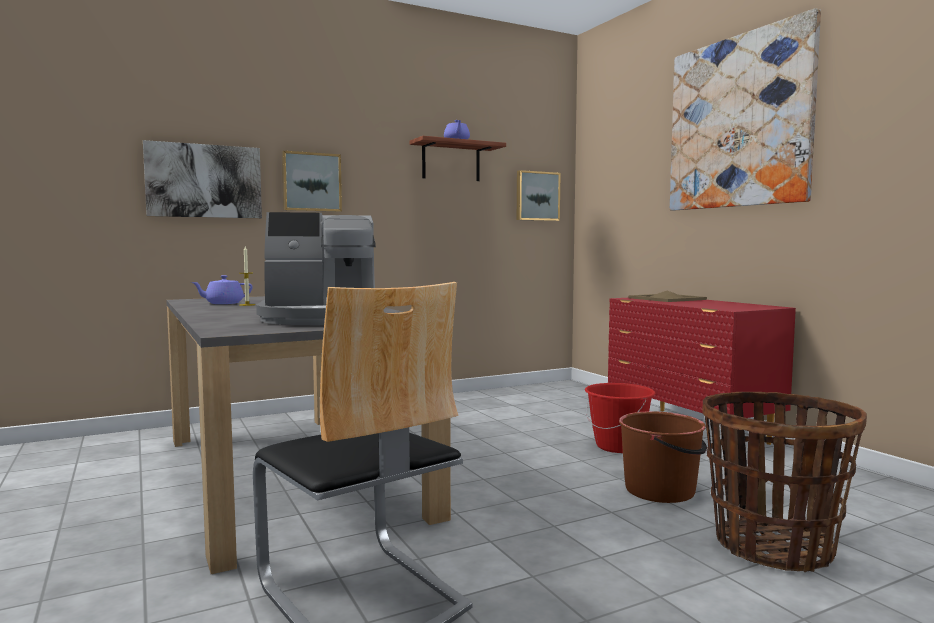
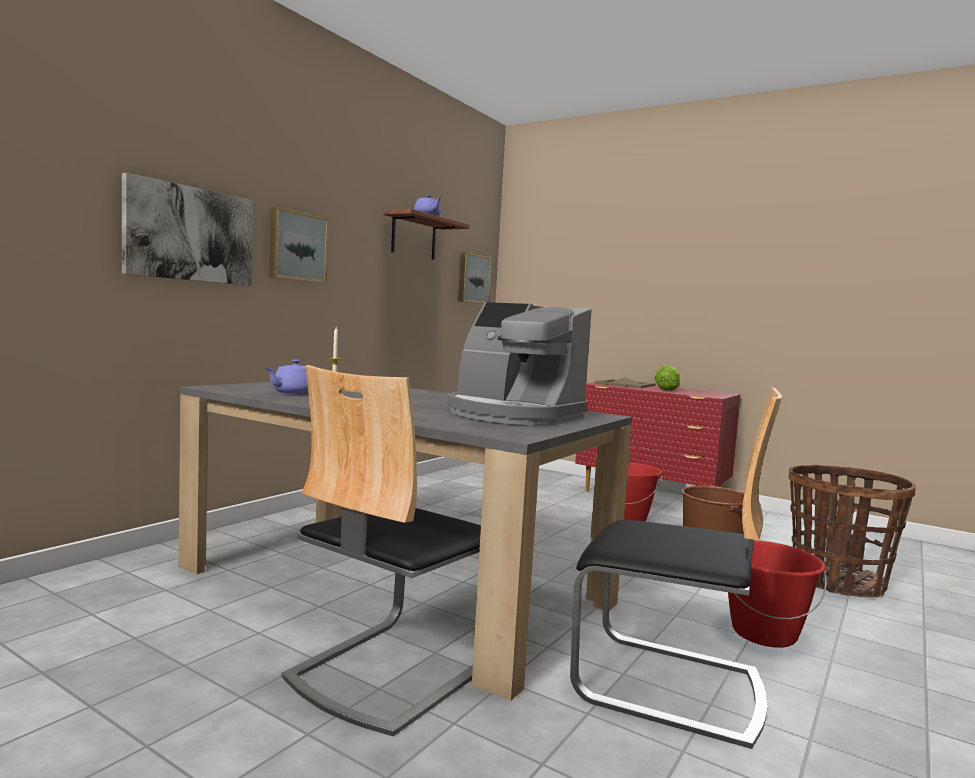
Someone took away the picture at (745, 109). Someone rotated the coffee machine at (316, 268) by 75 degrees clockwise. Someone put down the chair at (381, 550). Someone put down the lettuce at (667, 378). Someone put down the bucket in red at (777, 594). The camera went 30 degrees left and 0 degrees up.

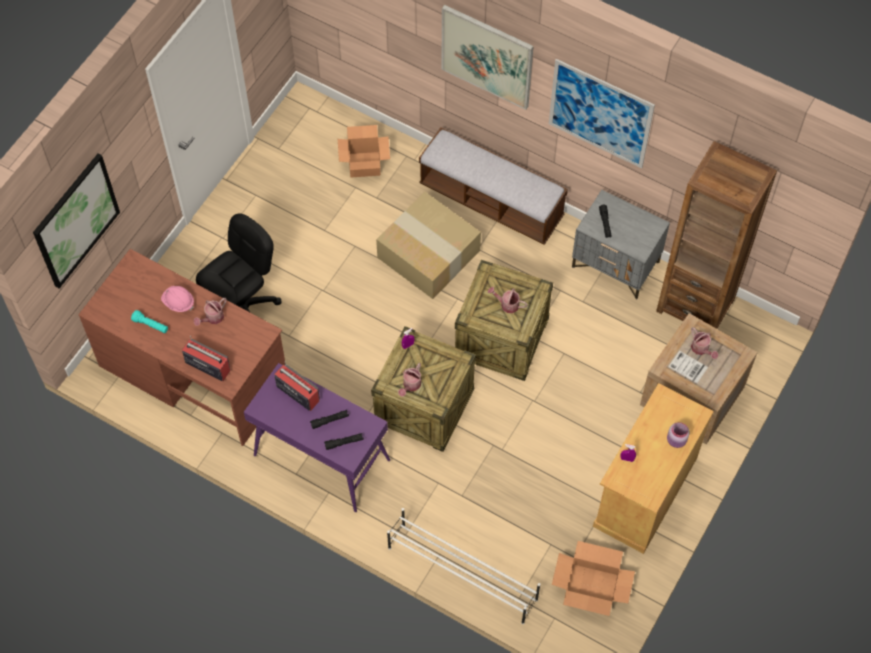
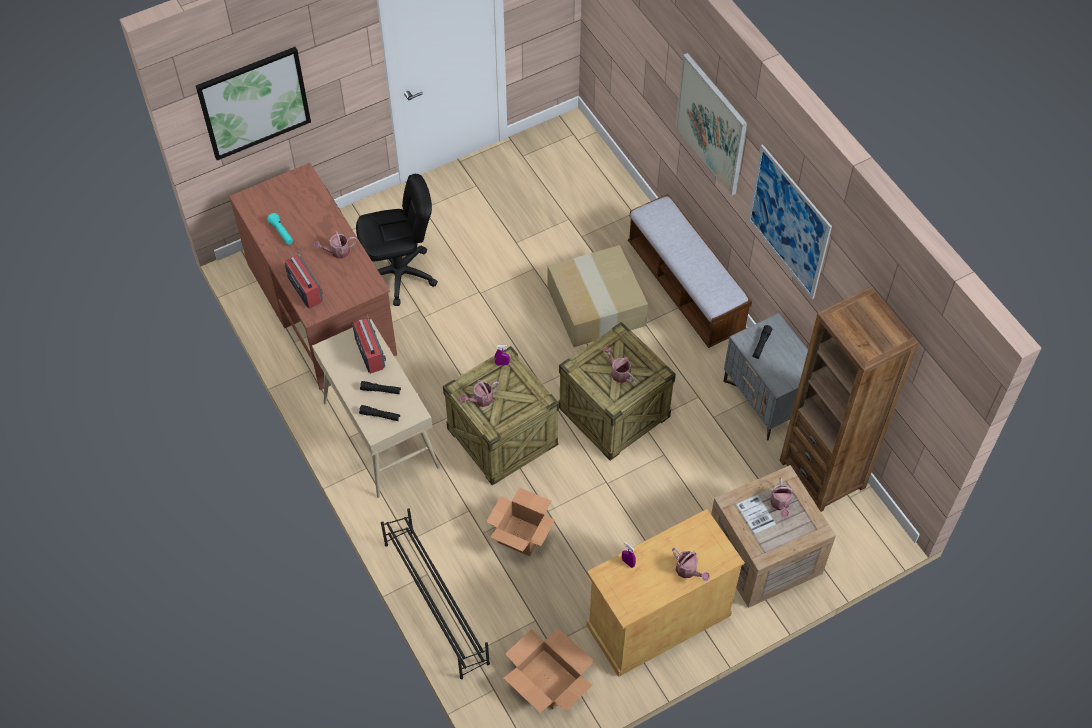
Someone carried the cardboard box from (364, 151) to (520, 521). Someone took away the hard hat in pink at (177, 299). Someone repainted the console table in purple at (317, 437), which became the console table in beige at (376, 408). Someone swapped the jar in pink at (678, 435) for the watering can at (691, 564). Someone repainted the shoe rack in white at (463, 566), which became the shoe rack in black at (435, 593). The camera went 30 degrees right and 5 degrees down.

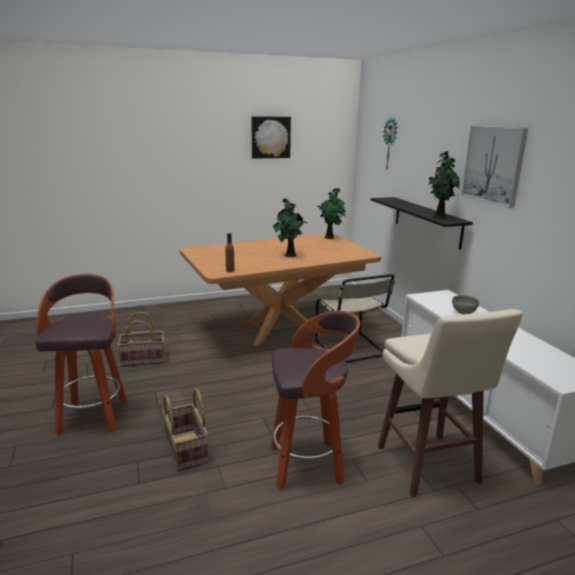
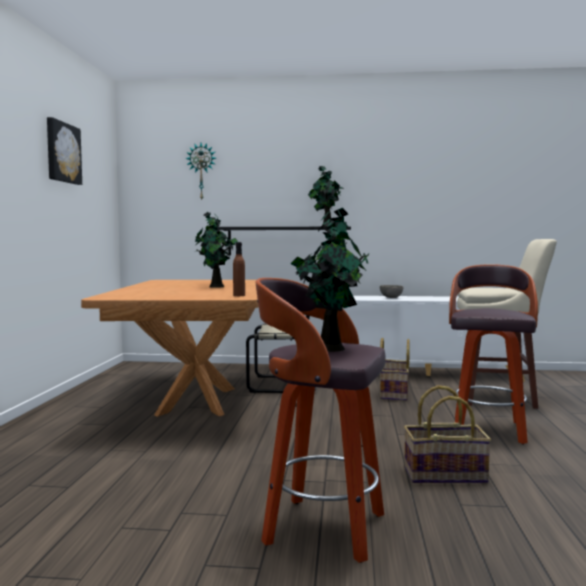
Someone took away the picture at (494, 167). Someone carried the potted plant from (331, 213) to (330, 280). Someone carried the basket from (141, 339) to (395, 369). The camera went 65 degrees left and 15 degrees down.

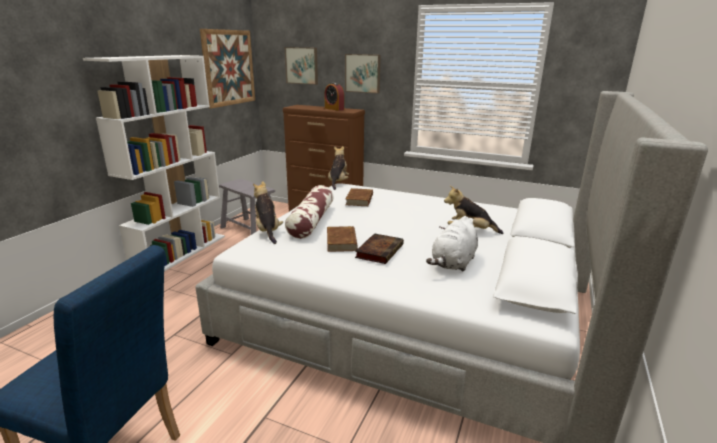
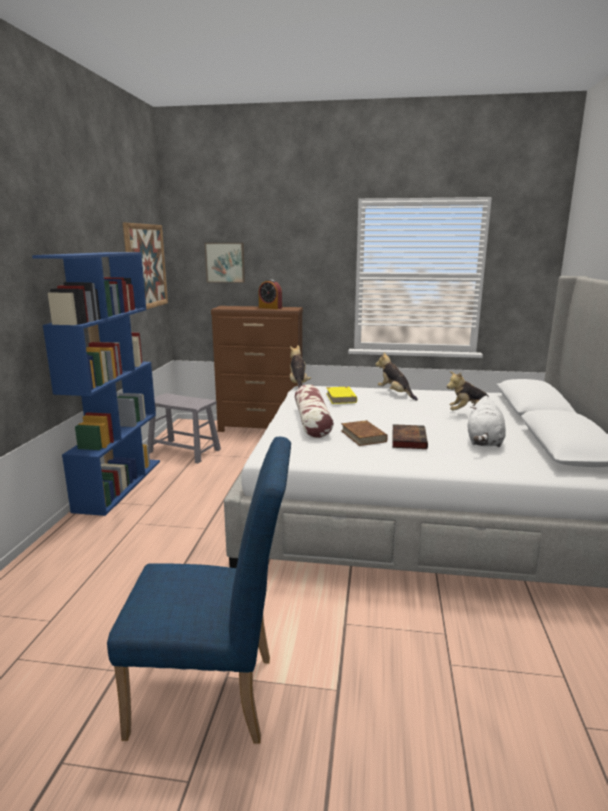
Someone took away the picture at (363, 74). Someone repainted the bookcase in white at (154, 163), which became the bookcase in blue at (96, 384). Someone carried the plush toy from (268, 212) to (396, 376). Someone repainted the book in brown at (359, 197), which became the book in yellow at (341, 395). The camera went 15 degrees left and 5 degrees down.

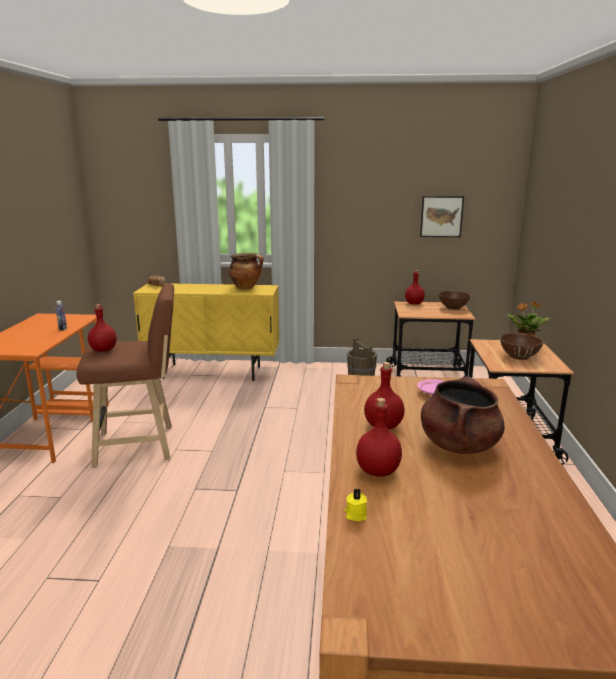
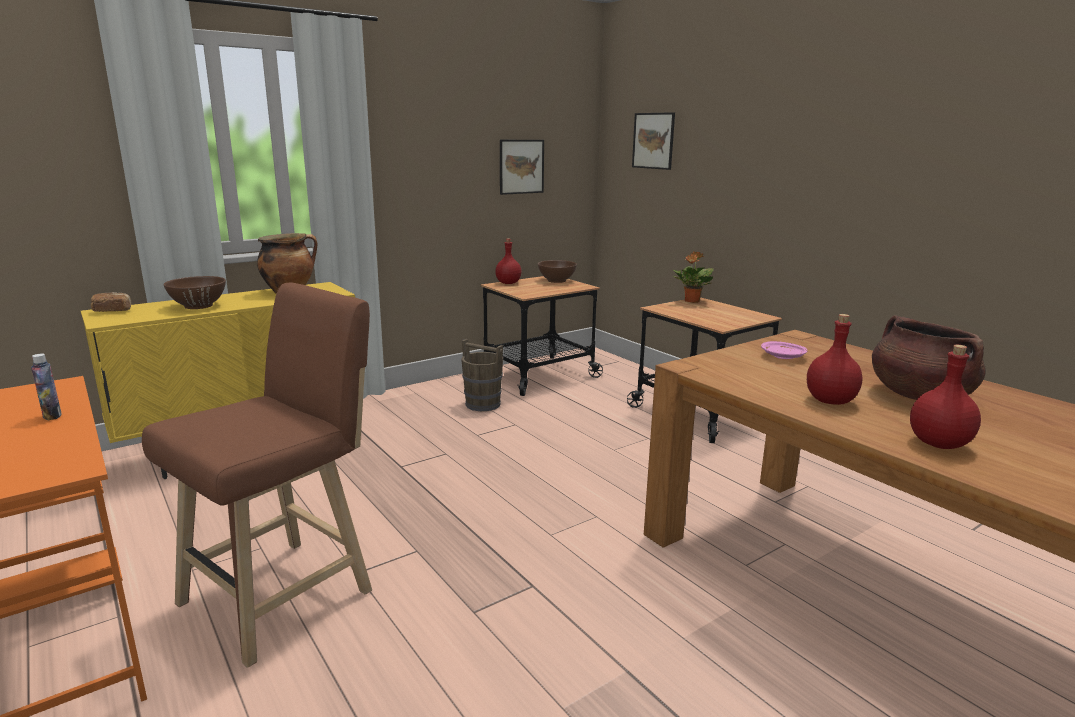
Someone took away the bottle in red at (102, 328). Someone carried the bowl in brown from (522, 346) to (195, 292). Someone took away the candle in yellow at (356, 505). Someone put up the picture at (653, 141). The camera went 40 degrees left and 0 degrees up.

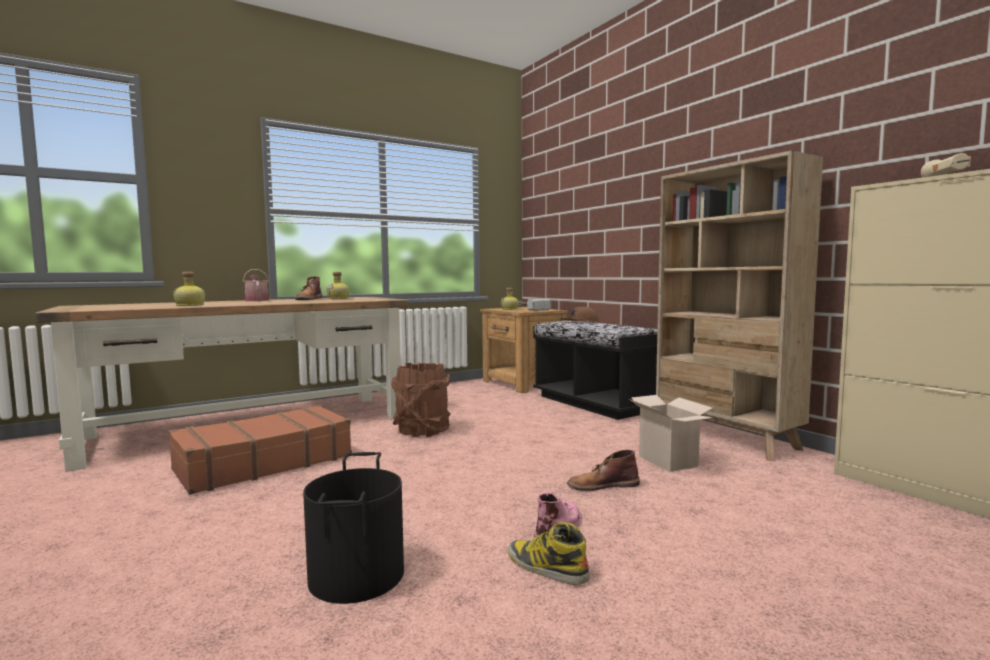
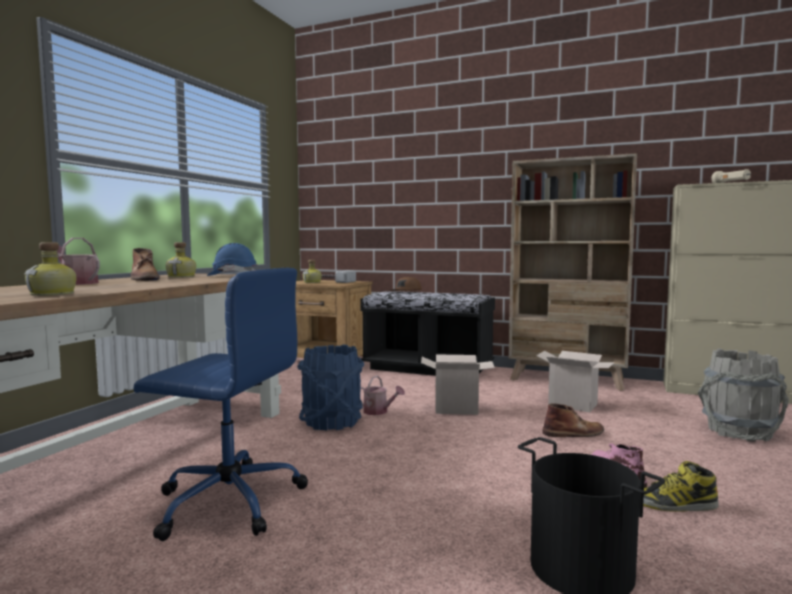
Someone repainted the bucket in brown at (421, 400), which became the bucket in blue at (330, 387). Someone swapped the suitcase in brown at (260, 450) for the office chair in blue at (220, 404). Someone rotated the boot in brown at (603, 470) by 150 degrees counterclockwise. Someone put down the hard hat in blue at (232, 259). Someone put down the bucket in grey at (743, 395). Someone put down the cardboard box at (458, 384). Someone put down the watering can at (382, 395). The camera went 35 degrees left and 0 degrees up.

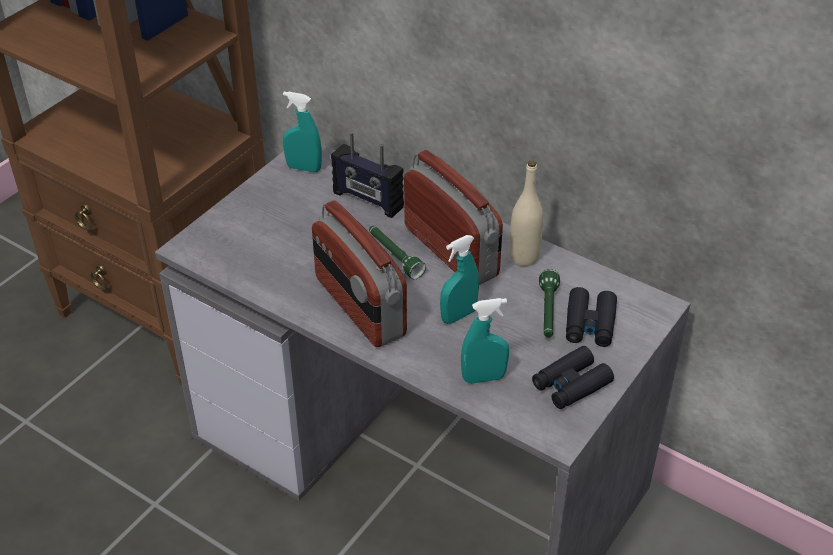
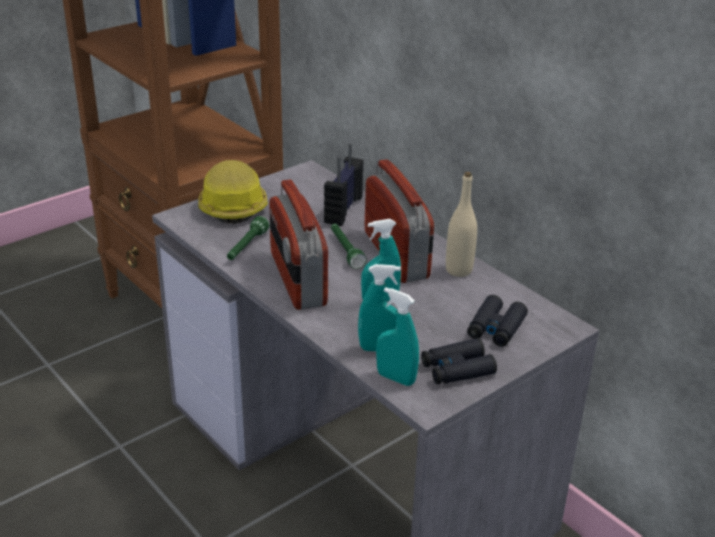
Someone carried the spray bottle in turquoise from (302, 132) to (397, 336). Someone rotated the radio at (367, 175) by 60 degrees clockwise. Someone carried the flashlight in green from (549, 303) to (248, 238). Someone put down the hard hat at (233, 192). The camera went 15 degrees right and 10 degrees down.

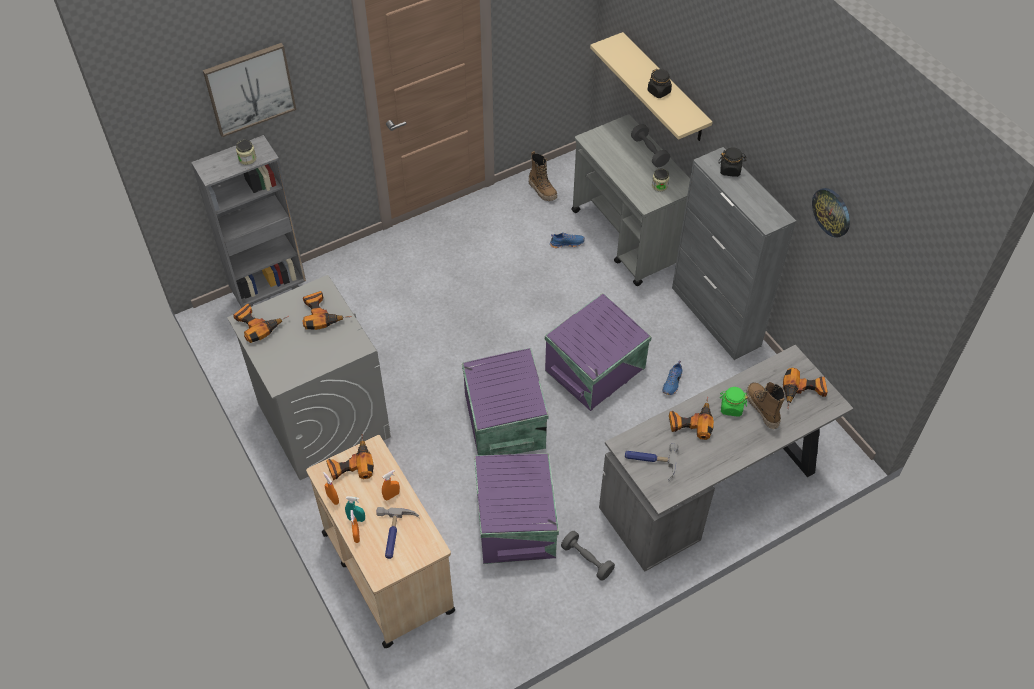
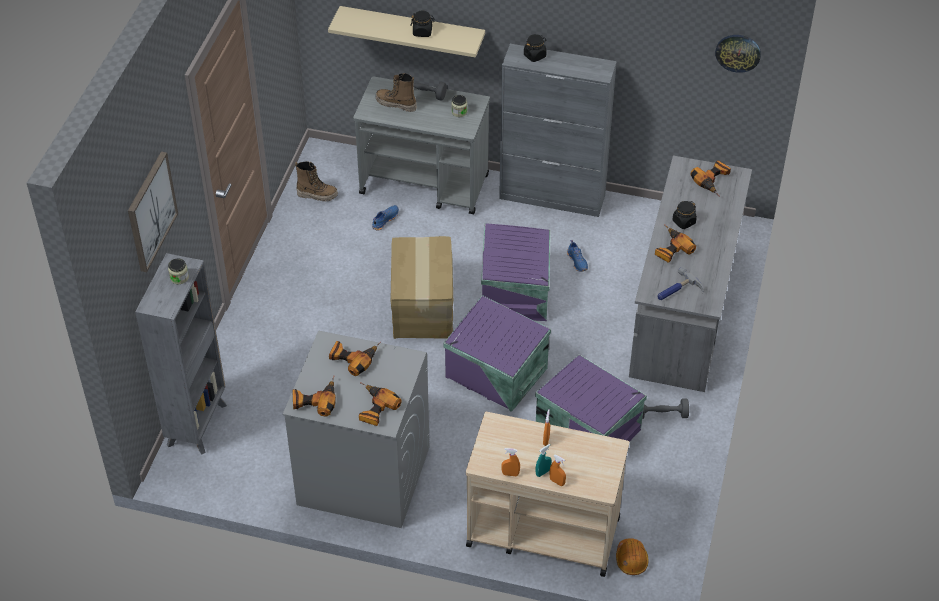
Someone carried the wall clock from (831, 213) to (738, 54). Someone carried the boot from (765, 405) to (396, 92). Someone repainted the jar in green at (734, 402), which became the jar in black at (684, 215). Someone carried the power drill from (350, 457) to (380, 404). Someone took away the hammer at (397, 533). Someone put down the cardboard box at (421, 287). Someone put down the hard hat in orange at (632, 556). The camera went 45 degrees left and 5 degrees down.

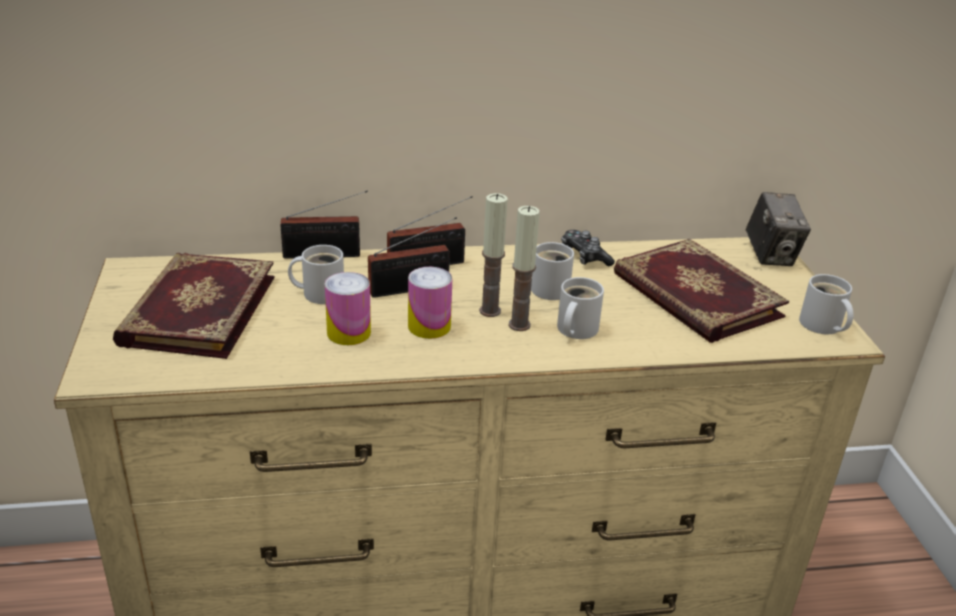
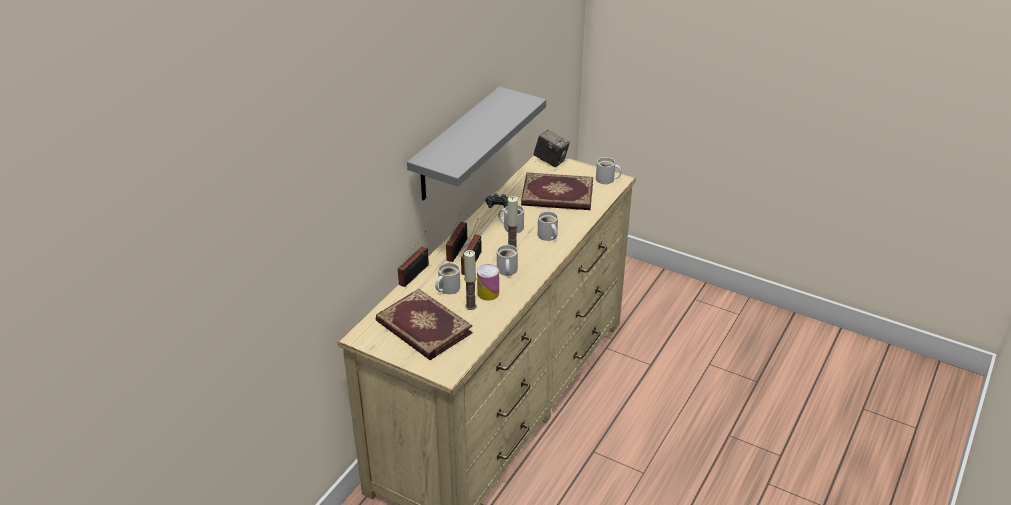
Someone carried the candle from (524, 268) to (470, 280). Someone swapped the can at (430, 303) for the mug in white at (507, 260). Someone put up the shelf in grey at (476, 144). The camera went 50 degrees left and 5 degrees up.

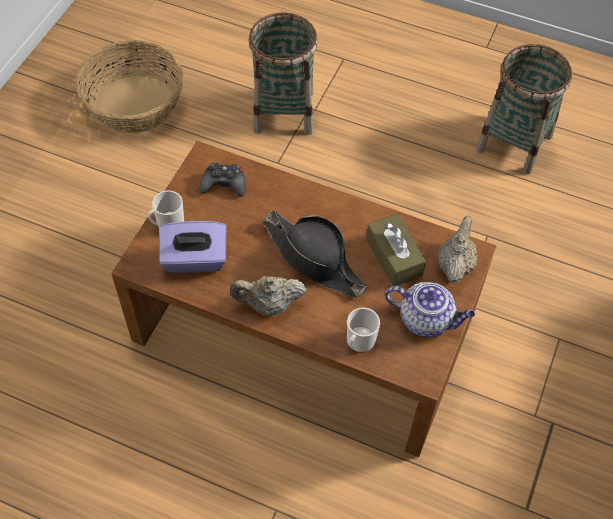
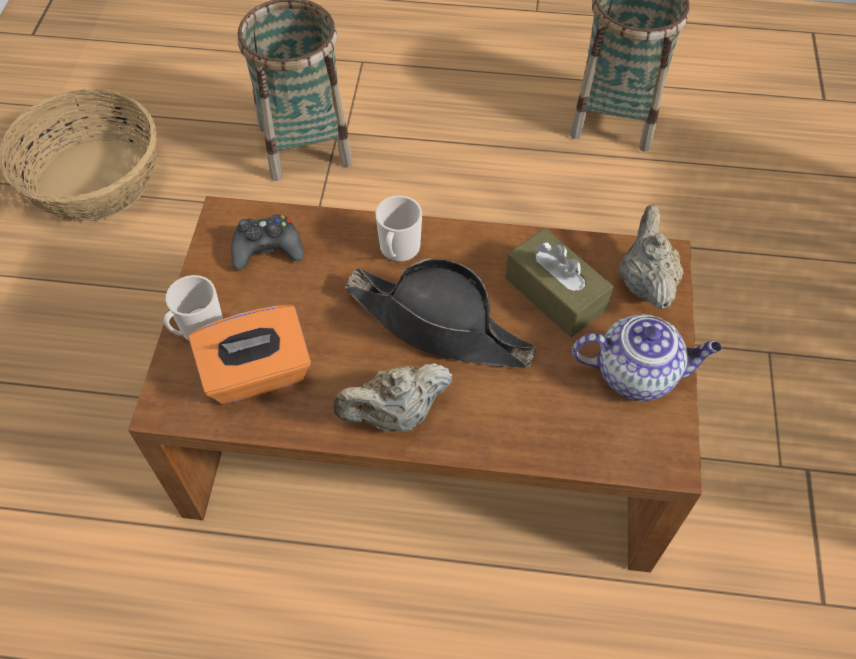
Someone repainted the tissue box in purple at (192, 247), which became the tissue box in orange at (250, 354). Someone carried the mug from (363, 330) to (399, 228). The camera went 15 degrees left and 0 degrees up.

